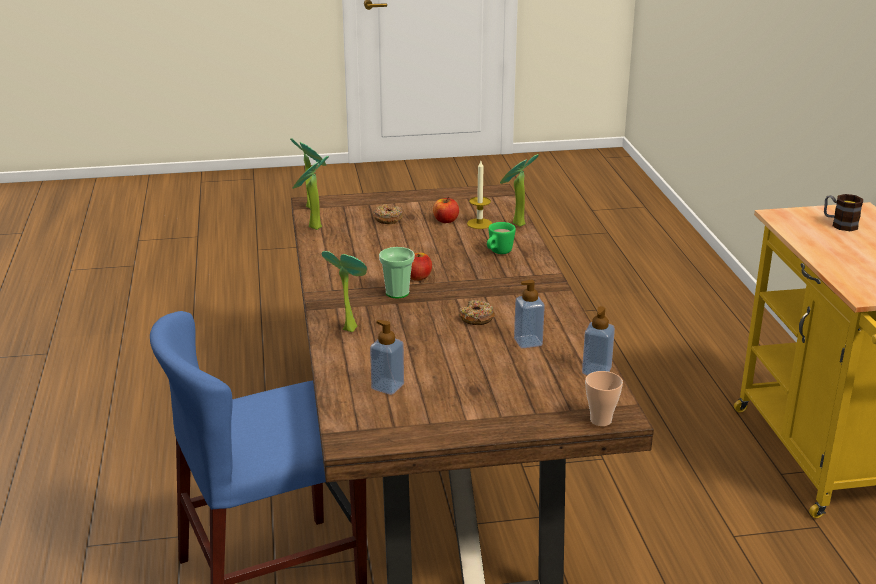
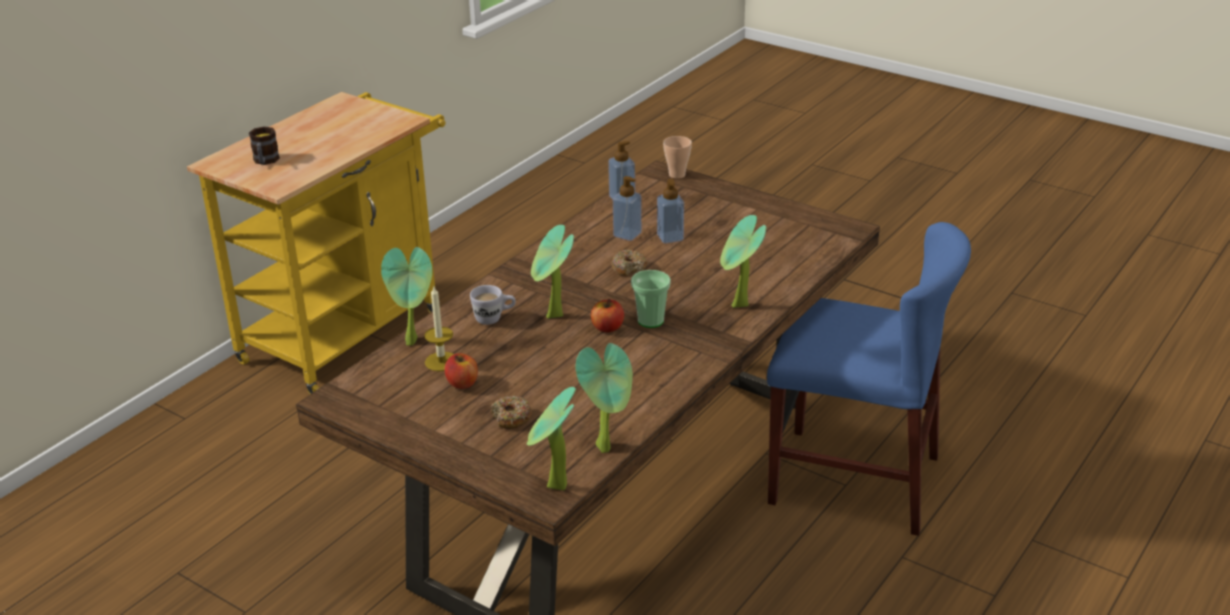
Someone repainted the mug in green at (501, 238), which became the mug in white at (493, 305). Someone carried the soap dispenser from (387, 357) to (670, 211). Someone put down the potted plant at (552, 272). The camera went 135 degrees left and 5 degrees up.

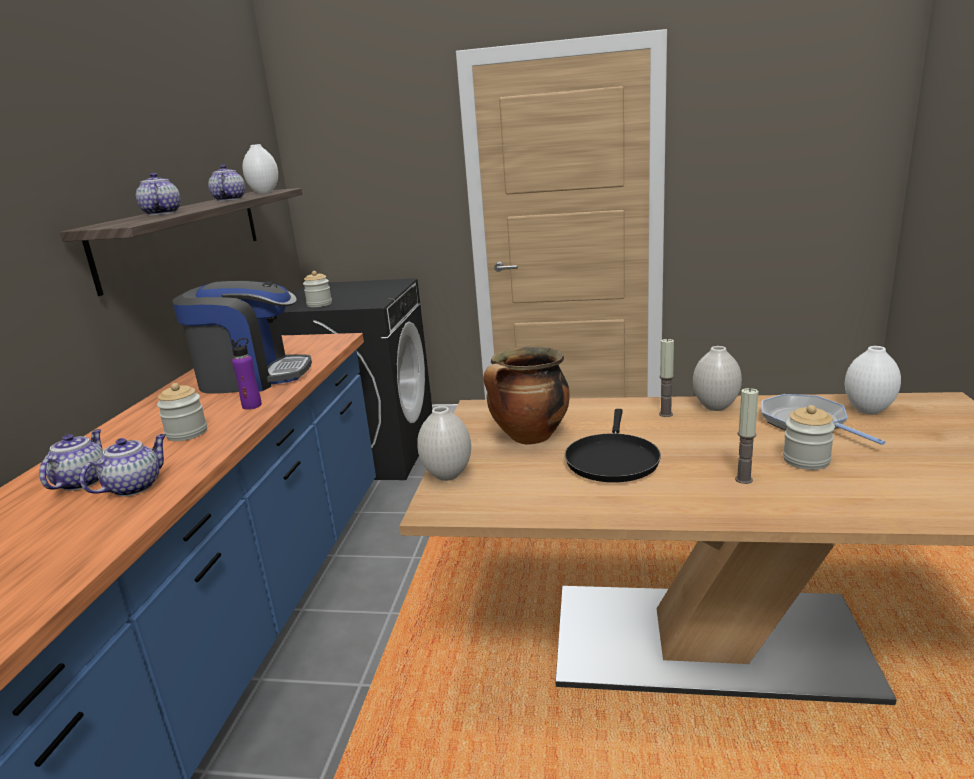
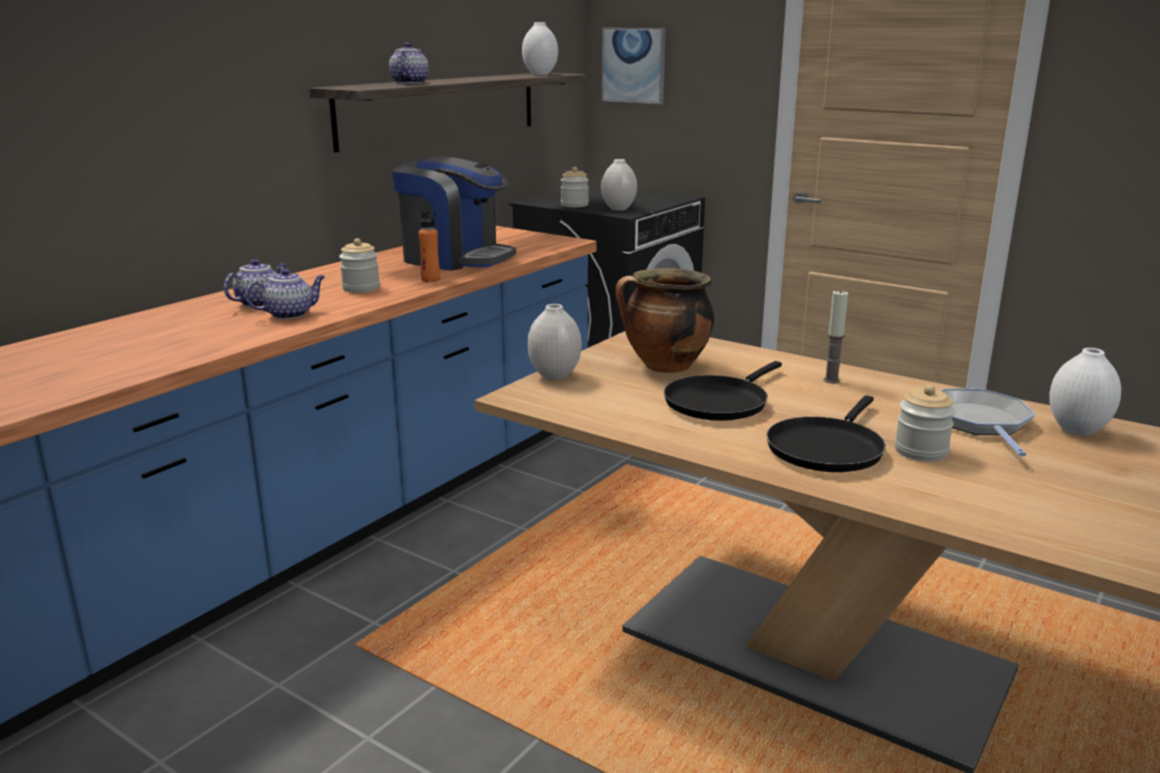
Someone took away the teapot at (226, 183). Someone repainted the bottle in purple at (246, 374), which became the bottle in orange at (429, 246). Someone carried the vase in white from (717, 378) to (619, 185). Someone swapped the candle at (746, 436) for the frying pan in black at (826, 433). Someone put up the picture at (633, 66). The camera went 25 degrees right and 0 degrees up.

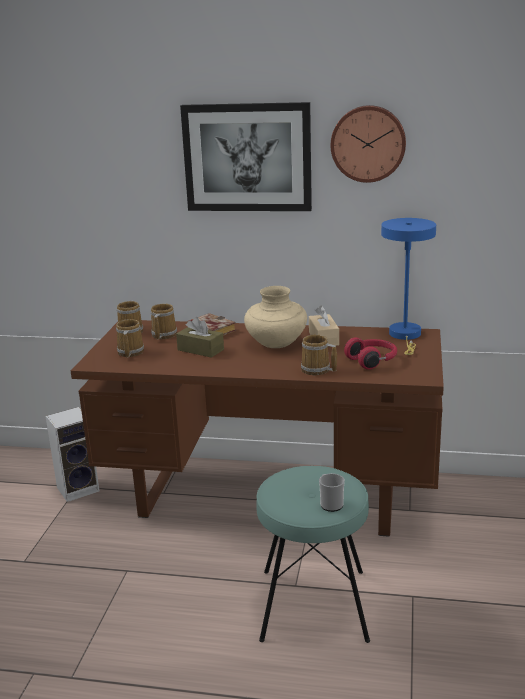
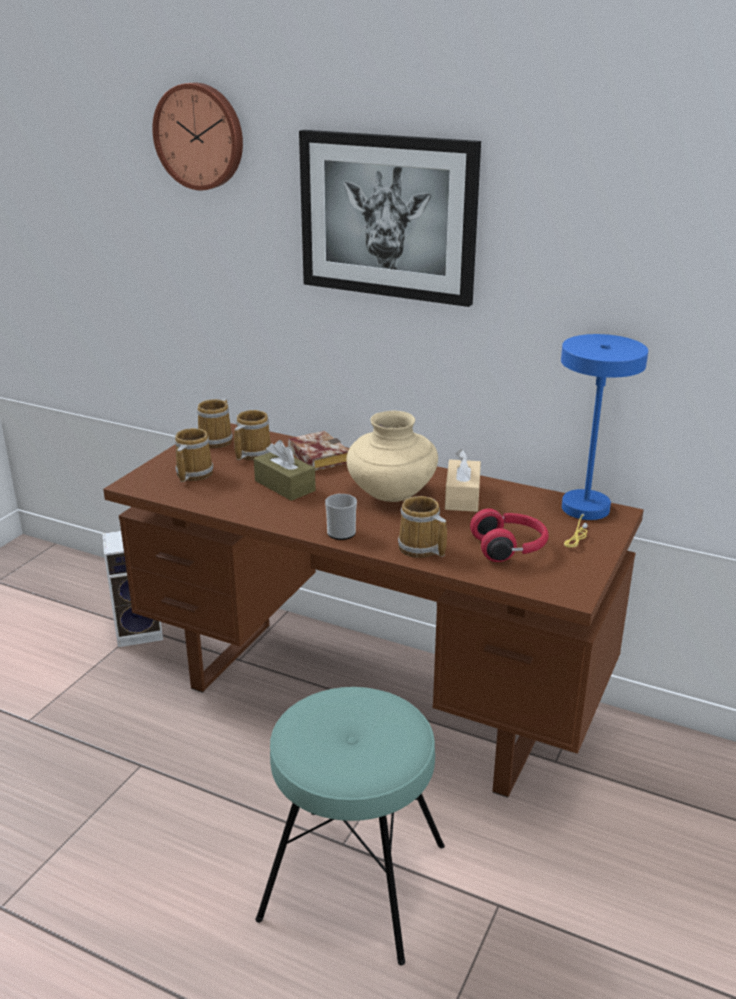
Someone carried the wall clock from (368, 144) to (197, 136). Someone carried the mug from (332, 492) to (341, 517). The camera went 15 degrees right and 5 degrees up.

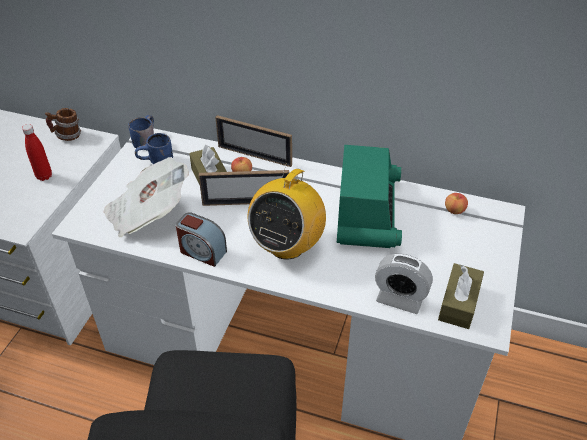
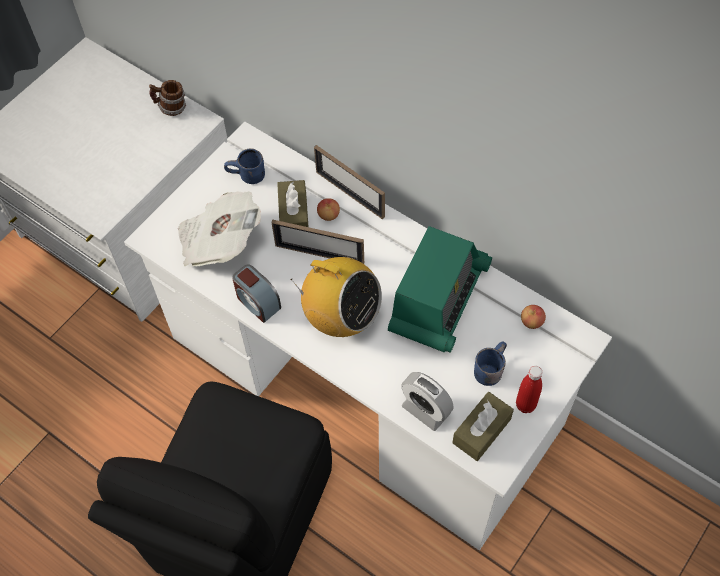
Someone carried the mug in blue from (141, 131) to (490, 363). Someone carried the bottle in red from (37, 152) to (529, 389). Someone rotated the radio at (286, 211) by 105 degrees counterclockwise. The camera went 20 degrees right and 15 degrees up.

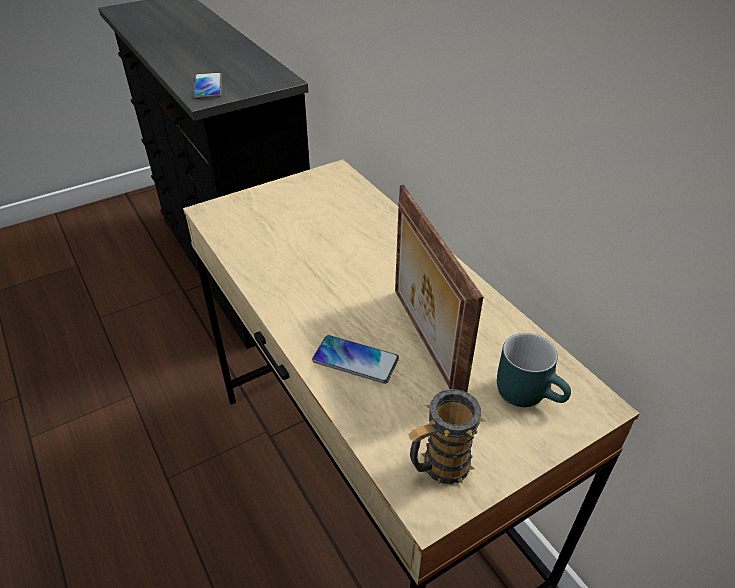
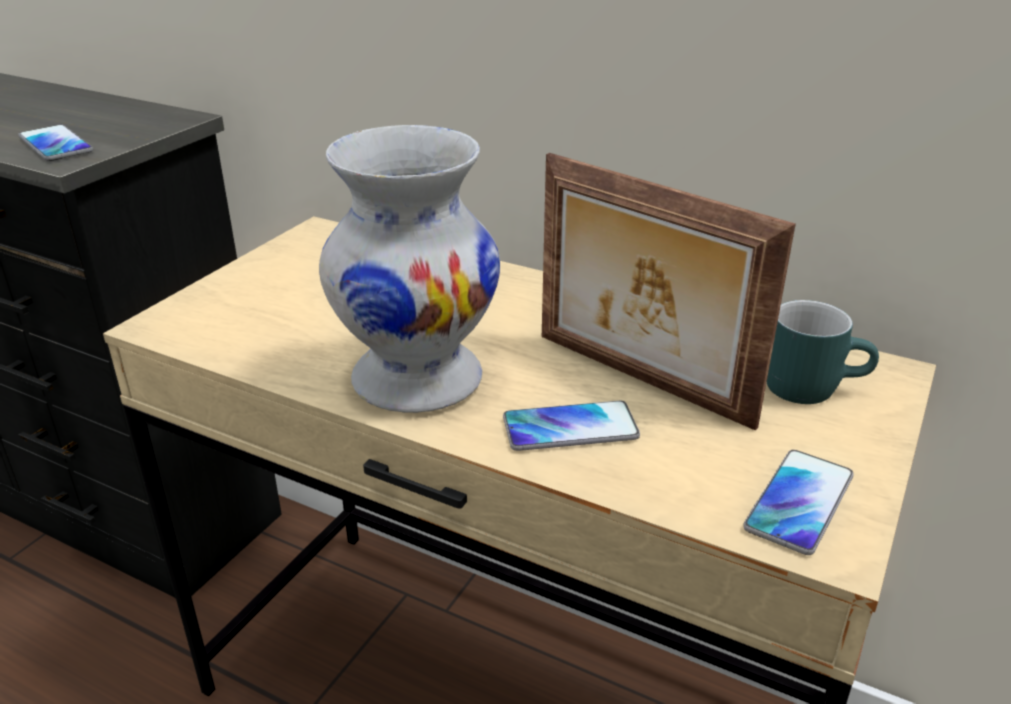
Someone swapped the mug at (446, 436) for the phone at (798, 502). Someone put down the vase in white at (409, 269). The camera went 30 degrees left and 10 degrees down.

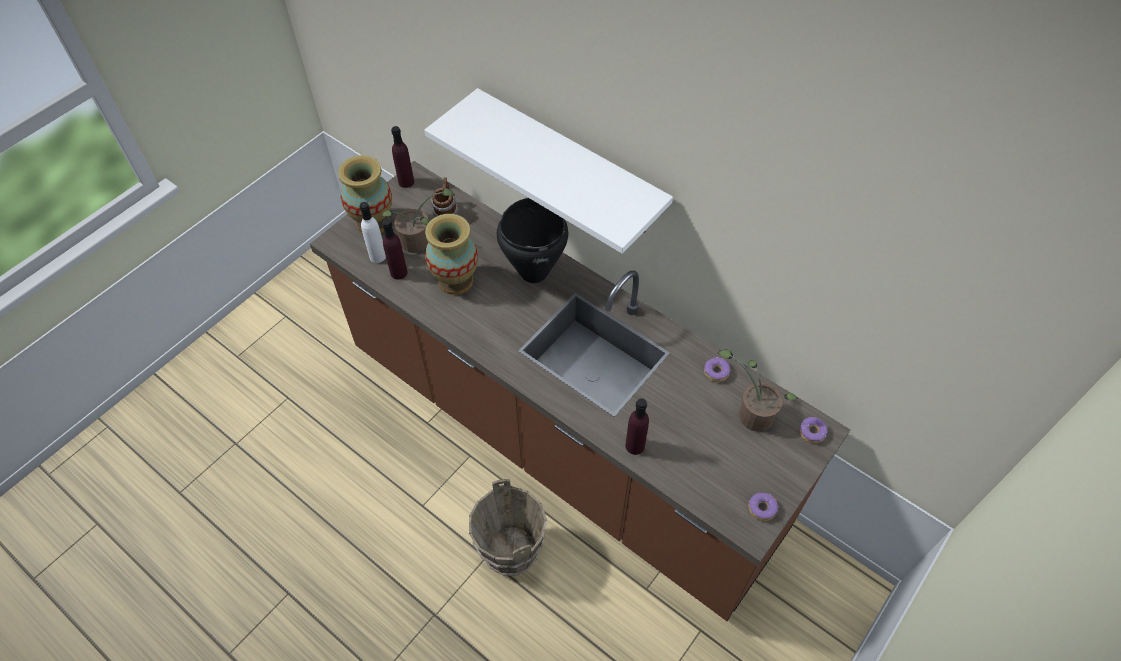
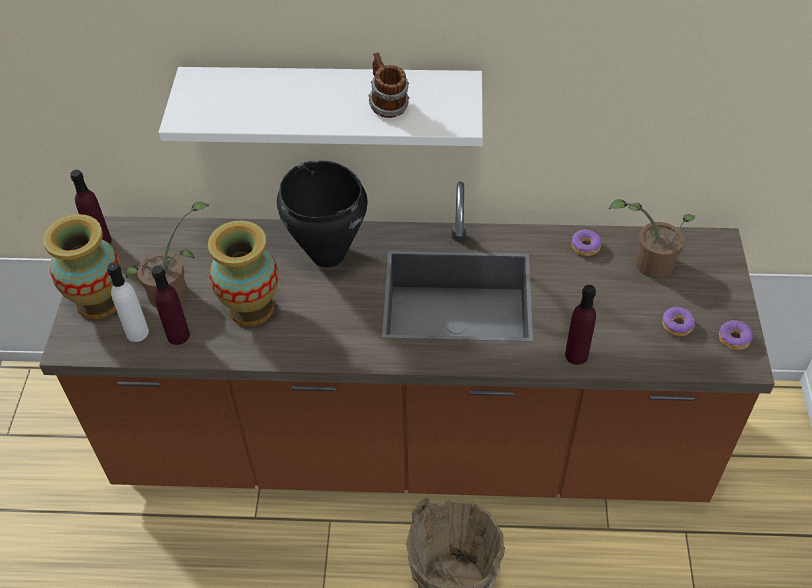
Someone carried the mug from (445, 197) to (388, 85). Someone carried the donut from (813, 430) to (679, 321). The camera went 35 degrees left and 5 degrees down.

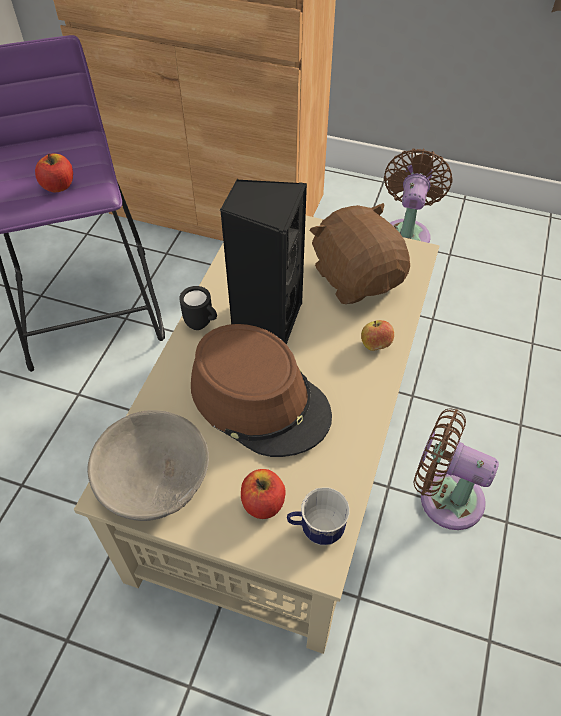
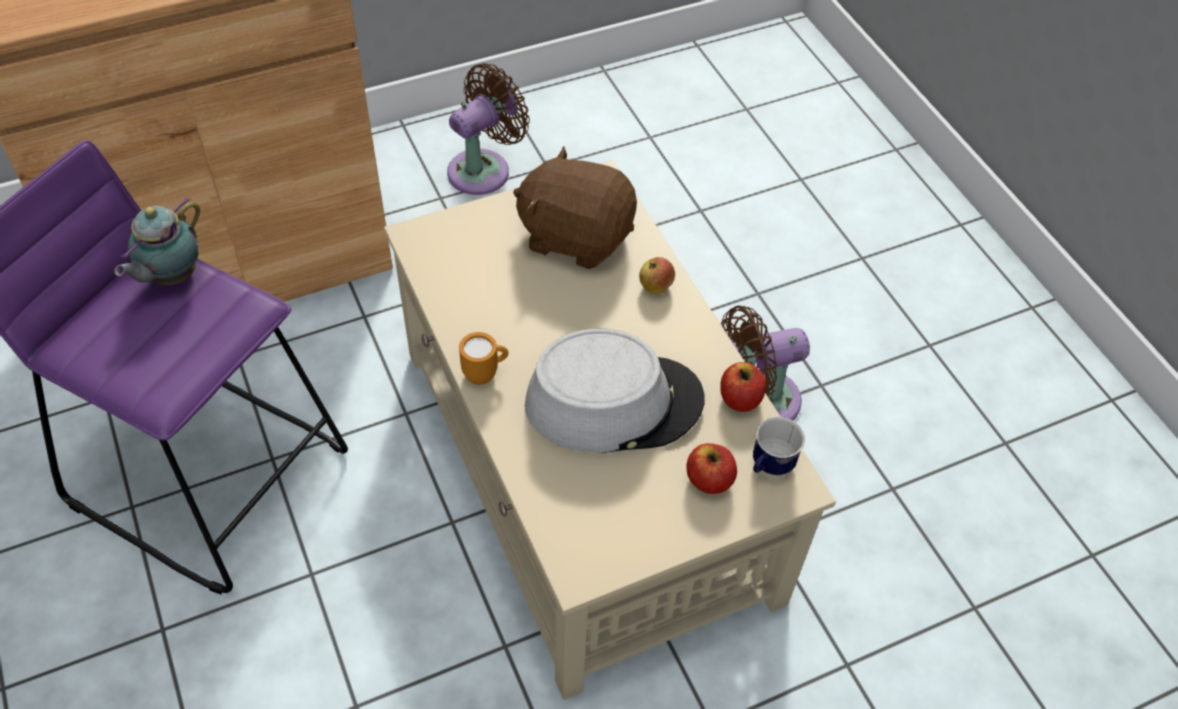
Someone rotated the fan in brown at (418, 195) by 75 degrees clockwise. Someone carried the apple from (54, 172) to (743, 387). Someone took away the speaker in black at (263, 261). Someone repainted the mug in black at (198, 308), which became the mug in orange at (483, 358). Someone repainted the hat in brown at (261, 390), which became the hat in grey at (615, 391). Someone took away the bowl in grey at (148, 465). Someone put down the teapot at (157, 241). The camera went 45 degrees left and 0 degrees up.

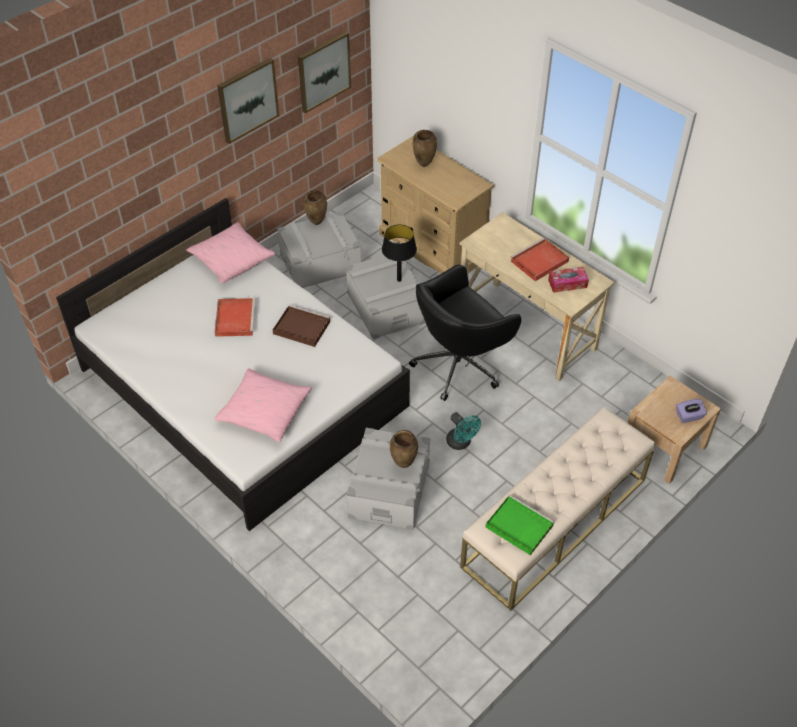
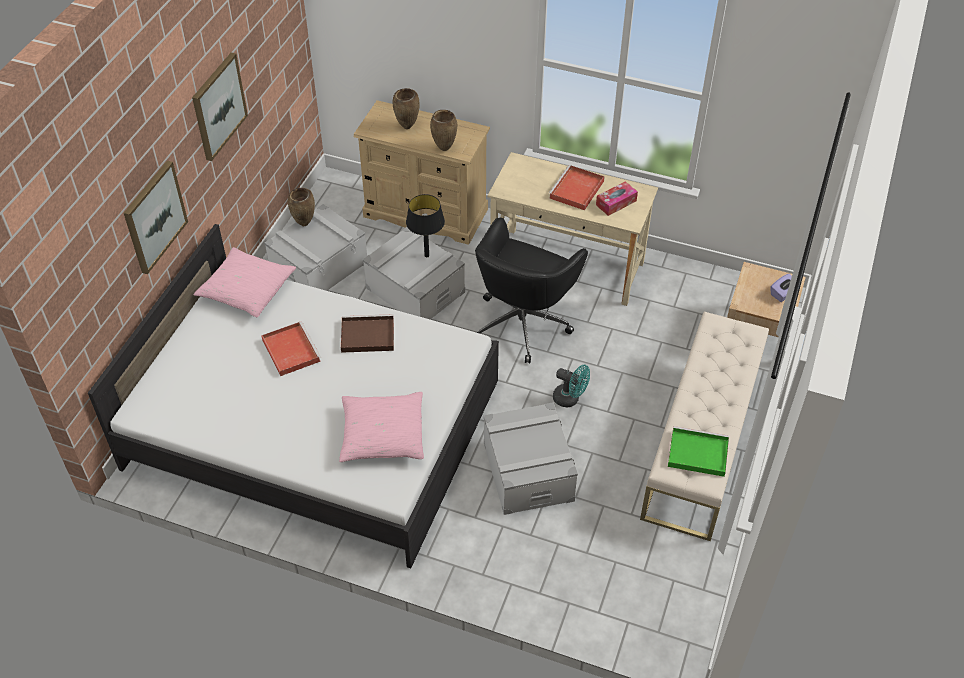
Someone carried the picture from (324, 72) to (156, 217). Someone carried the vase in brown from (404, 449) to (443, 130). The camera went 25 degrees left and 0 degrees up.

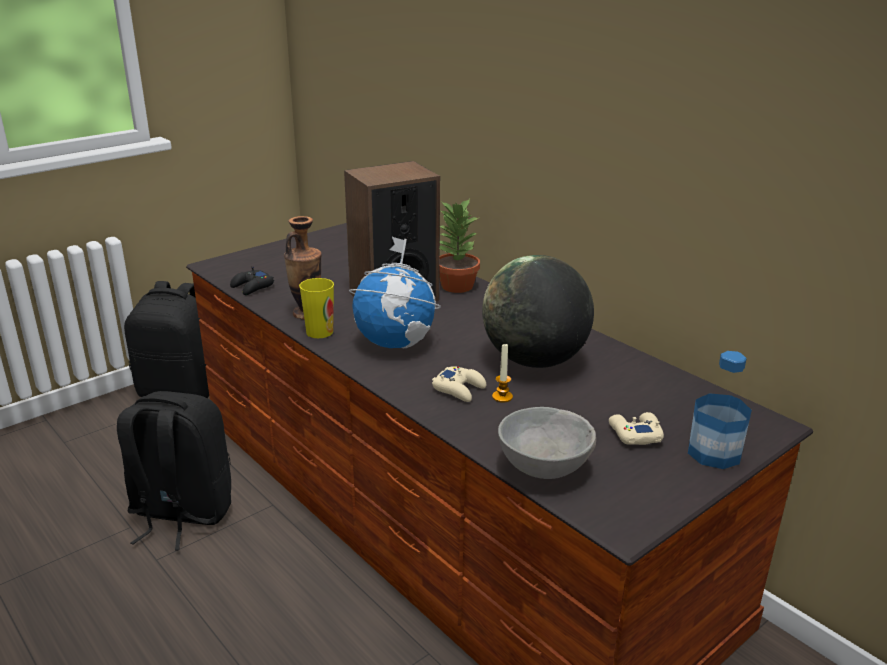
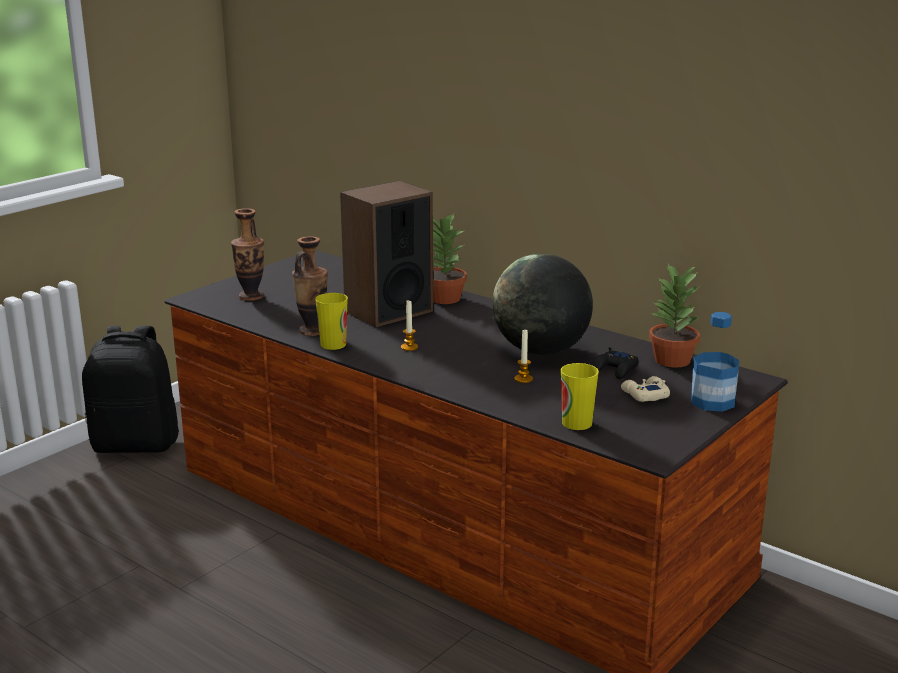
Someone swapped the globe at (395, 292) for the candle at (409, 326). Someone carried the game controller in black from (252, 281) to (615, 363). Someone took away the game controller in beige at (459, 384). Someone took away the backpack in black at (174, 471). Someone swapped the bowl in grey at (547, 443) for the cup at (580, 396). Someone put down the vase at (247, 254). Someone put down the potted plant at (674, 315). The camera went 10 degrees left and 5 degrees down.

